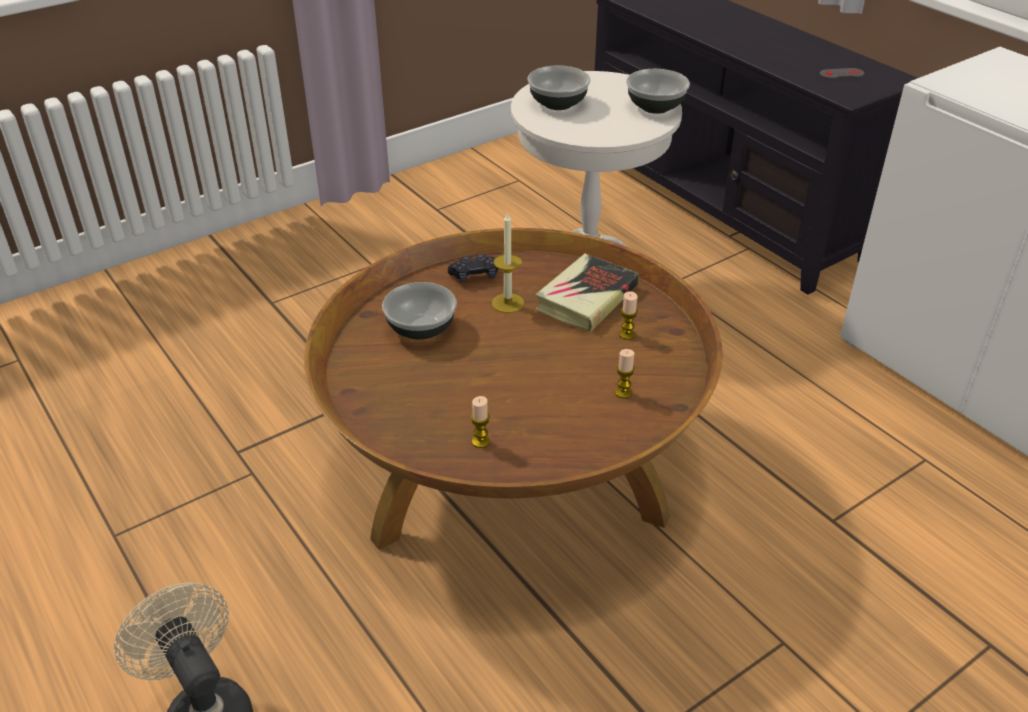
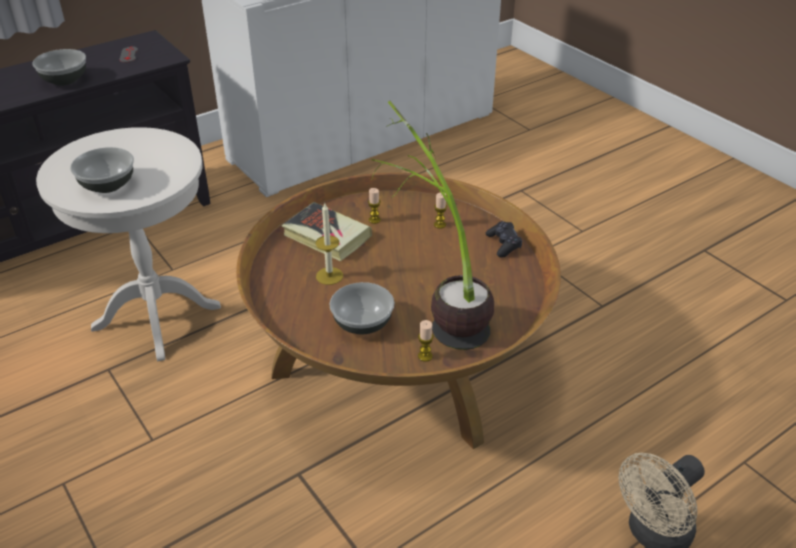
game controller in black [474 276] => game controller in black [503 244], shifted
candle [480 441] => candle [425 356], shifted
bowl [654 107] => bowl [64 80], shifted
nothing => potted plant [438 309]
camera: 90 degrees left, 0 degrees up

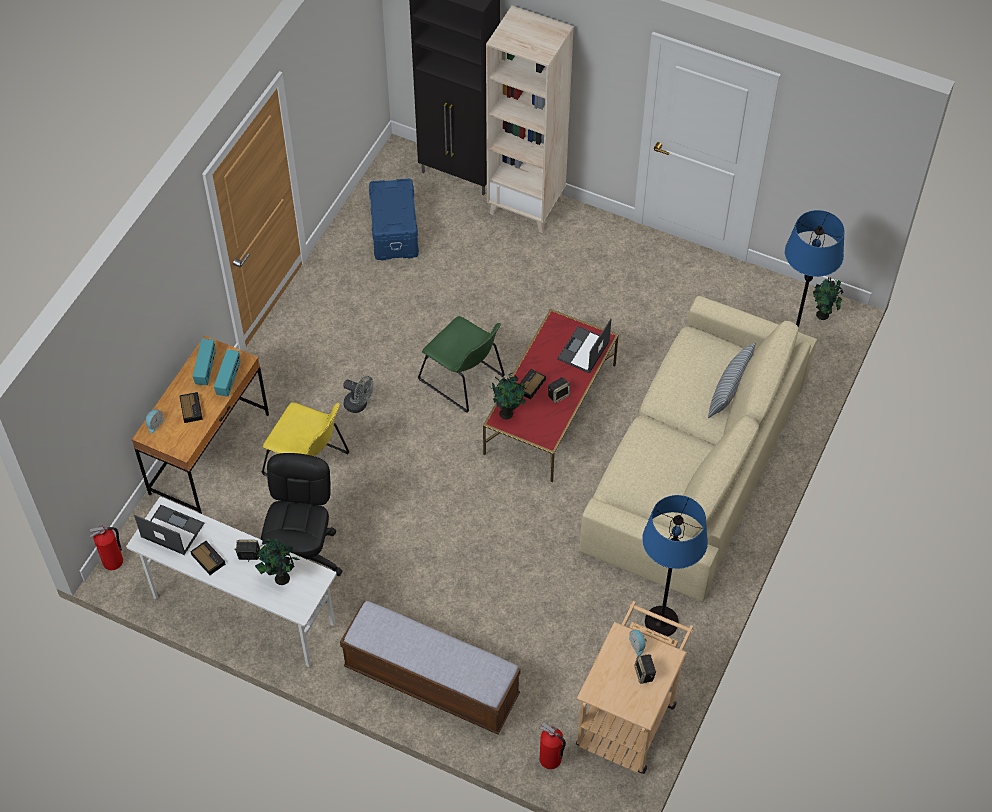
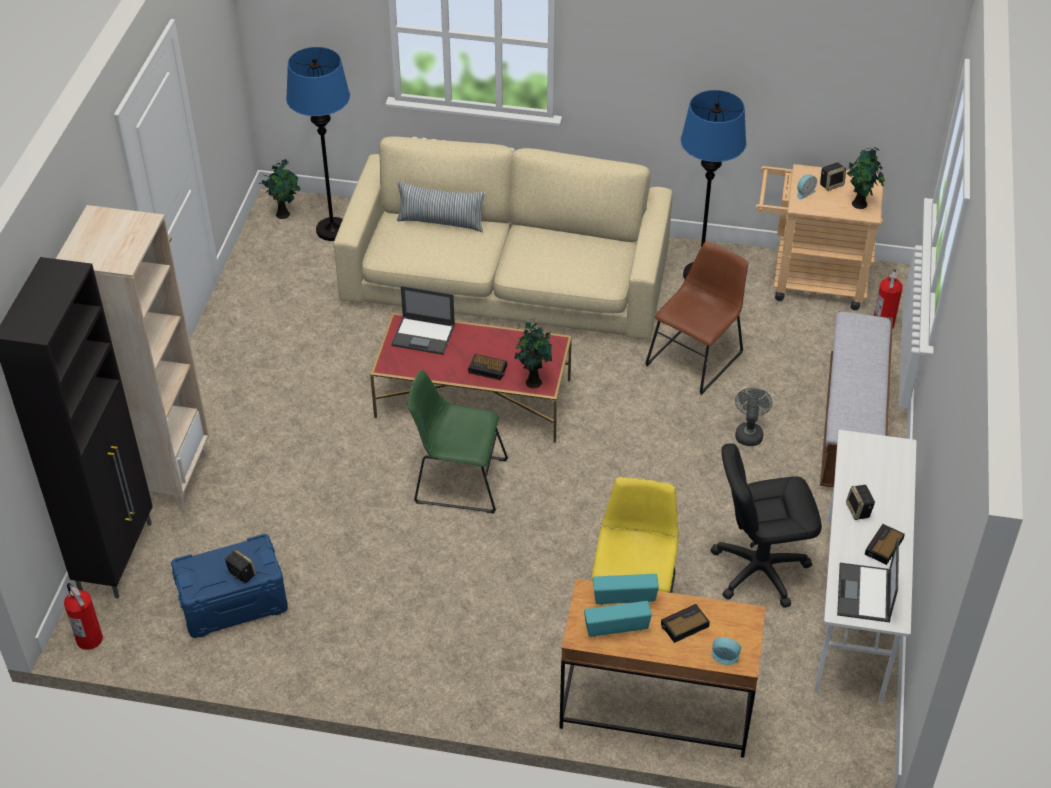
fire extinguisher [113 561] => fire extinguisher [90 638], shifted
potted plant [280 578] => potted plant [860 204], shifted
fan in grey [359 405] => fan in grey [749 432], shifted
chair in green [464 380] => chair in green [456 480], 105 degrees counterclockwise
speaker [558 395] => speaker [241 574], shifted
nothing => chair in brown [696 356]
camera: 105 degrees left, 10 degrees down

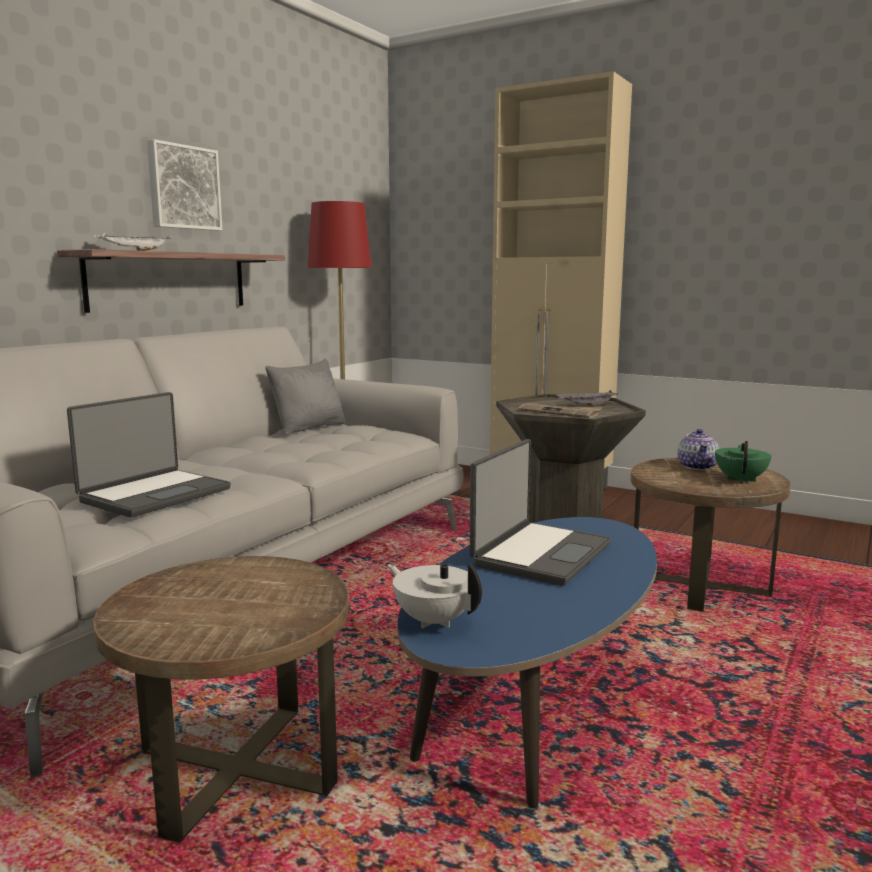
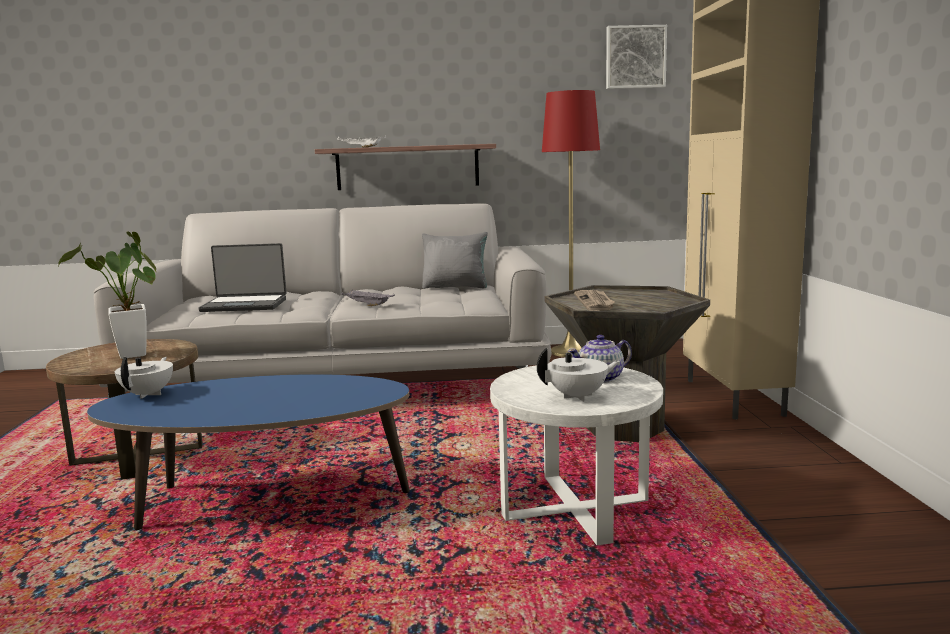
picture [183 187] => picture [635 57], shifted
laptop [539 554] => nothing
tray in grey [586 406] => tray in grey [367 305], shifted
side table in brown [699 585] => side table in white [575 509]
teapot in green [741 480] => teapot in white [578 396]
nothing => potted plant [132 356]
camera: 55 degrees right, 0 degrees up

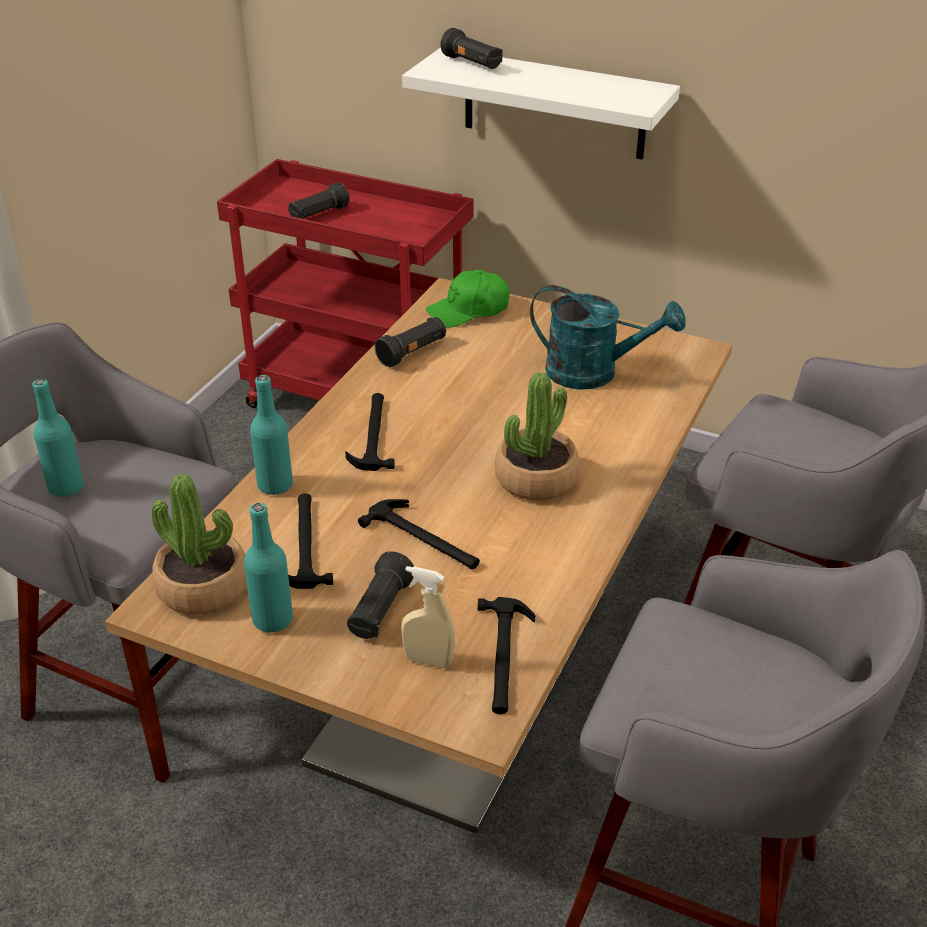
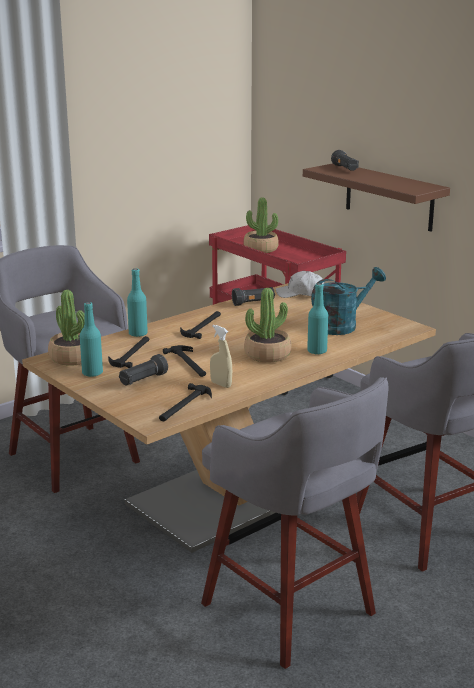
bottle in turquoise [66 487] => bottle in turquoise [317 351], shifted
flashlight in black [318 214] => potted plant [260 249]
spray bottle in beige [428 661] => spray bottle in beige [221 384], shifted
shelf in white [554 104] => shelf in brown [389 197]
cap in green [469 311] => cap in white [300 293]
watering can in turquoise [594 373] => watering can in turquoise [342 326], 75 degrees counterclockwise
camera: 25 degrees right, 15 degrees down

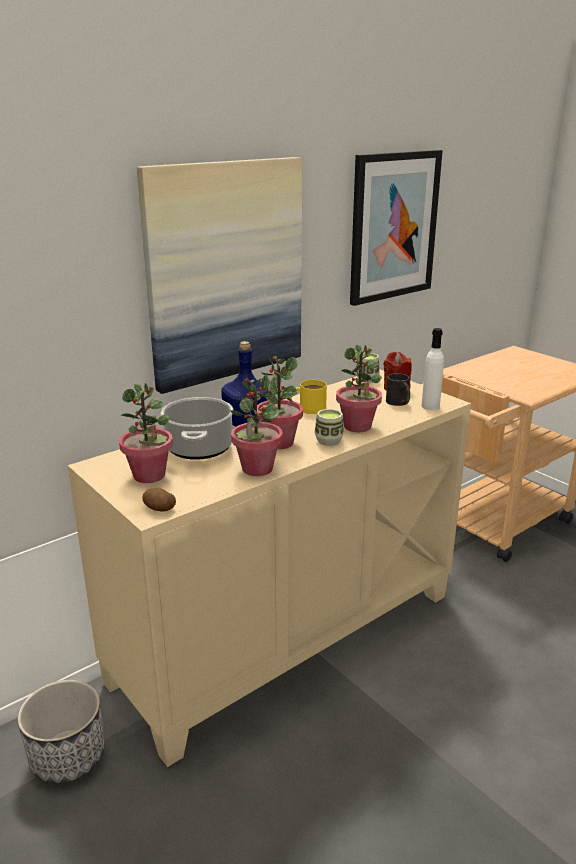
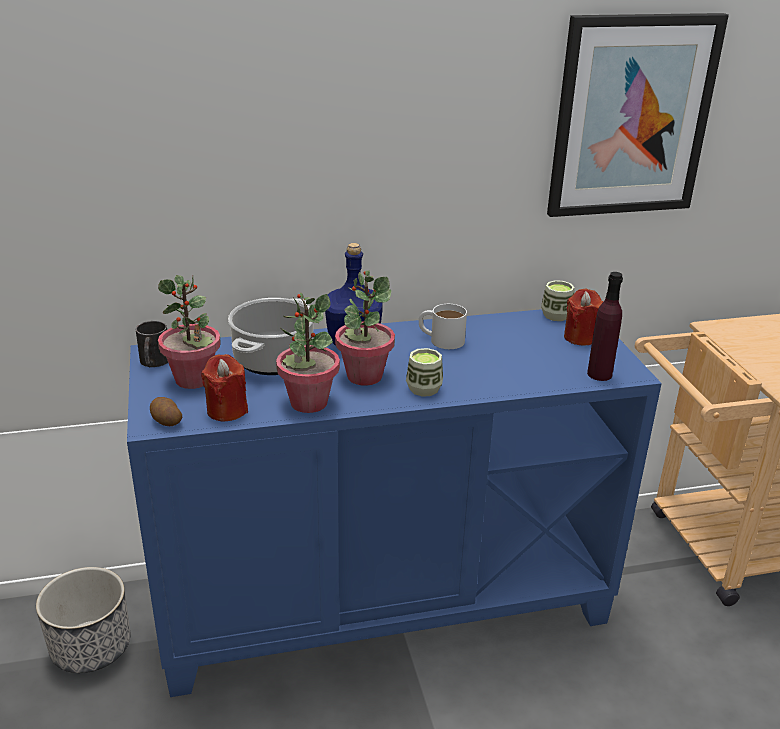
cabinet in beige [286 635] => cabinet in blue [383 602]
picture [225 272] => nothing
mug in yellow [307 408] => mug in white [441 339]
potted plant [357 426] => nothing
mug in black [399 403] => mug in black [153 363], shifted
bottle in white [430 406] => bottle in purple [599 374]
nothing => candle in red [227 410]
camera: 25 degrees right, 5 degrees up

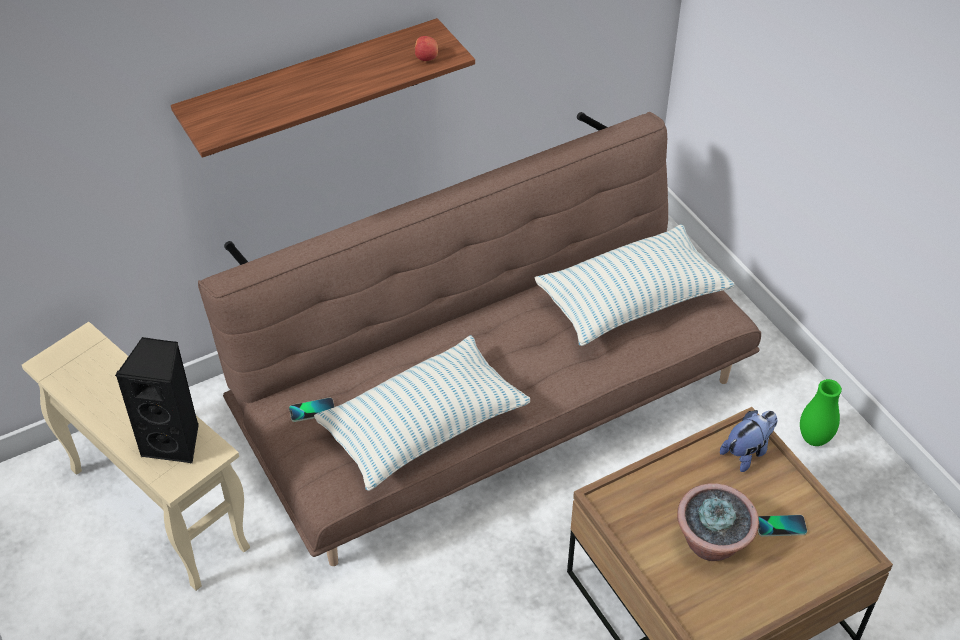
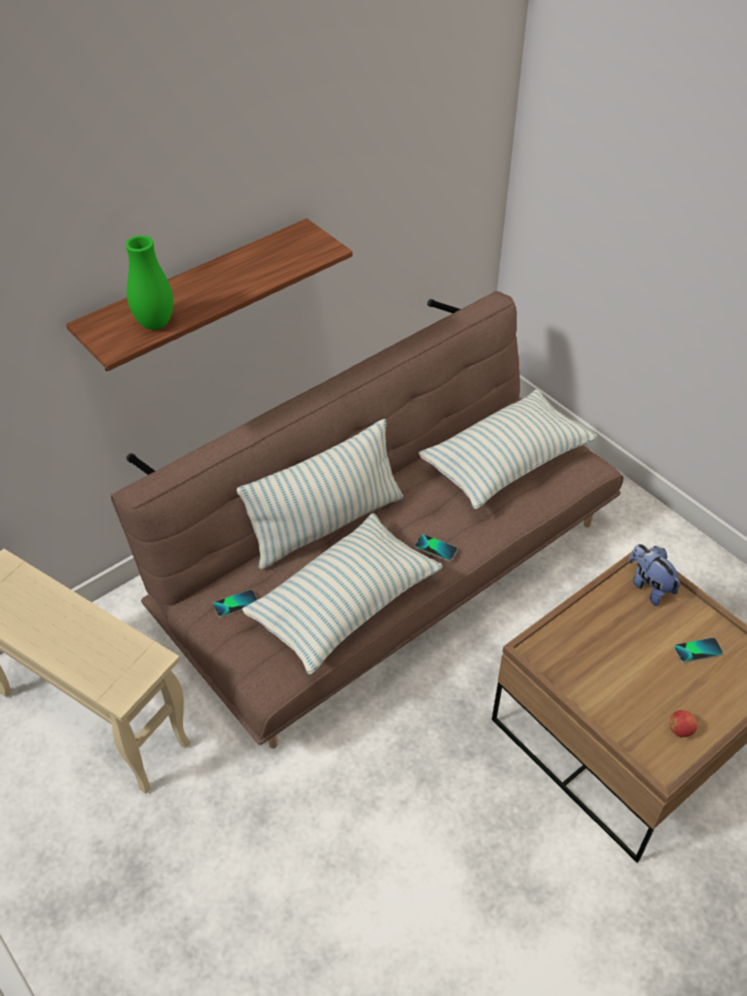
speaker in black [174 441] => nothing
apple [426 58] => apple [680 729], shifted
potted plant [712 543] => nothing
plush toy [747 452] => plush toy [649 586], 75 degrees counterclockwise
vase in green [814 439] => vase in green [155 324], shifted
nothing => pillow [326 524]
nothing => phone [436 548]
camera: 10 degrees left, 0 degrees up

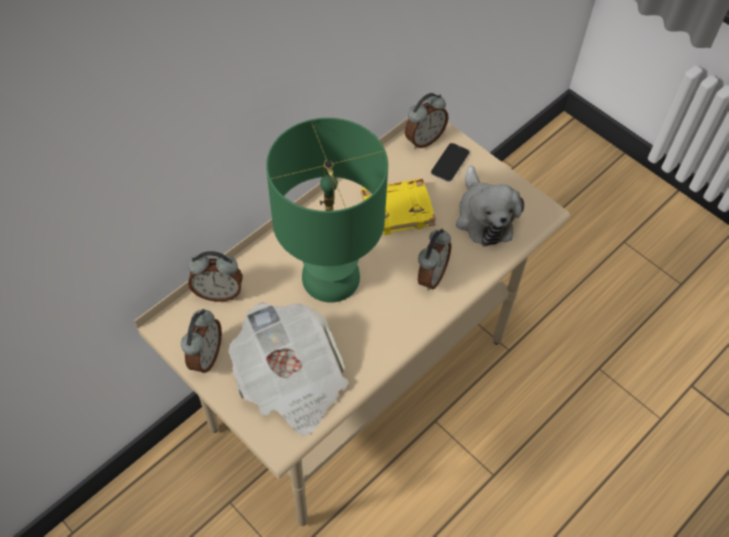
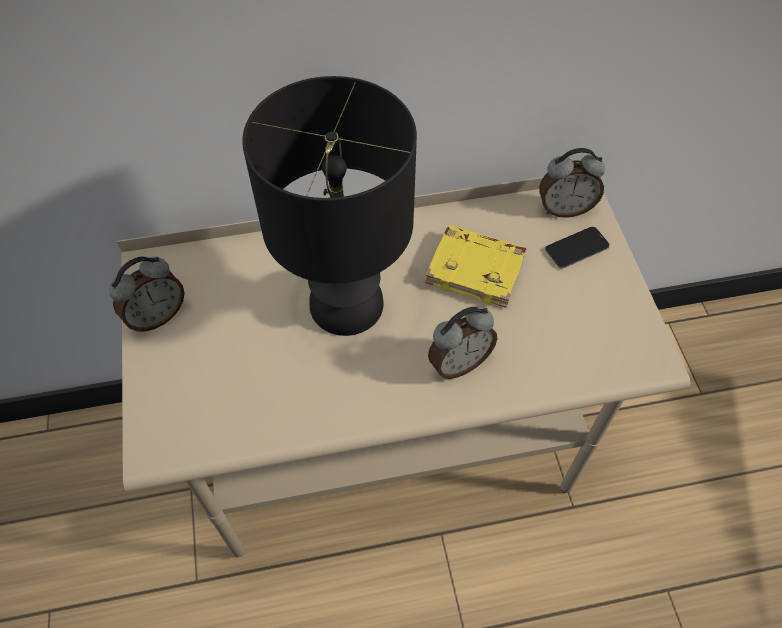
alarm clock [218 292] => nothing
newspaper [291 382] => nothing
table lamp in green [329 278] => table lamp in black [344 304]
plush toy [483 216] => nothing
camera: 35 degrees right, 0 degrees up

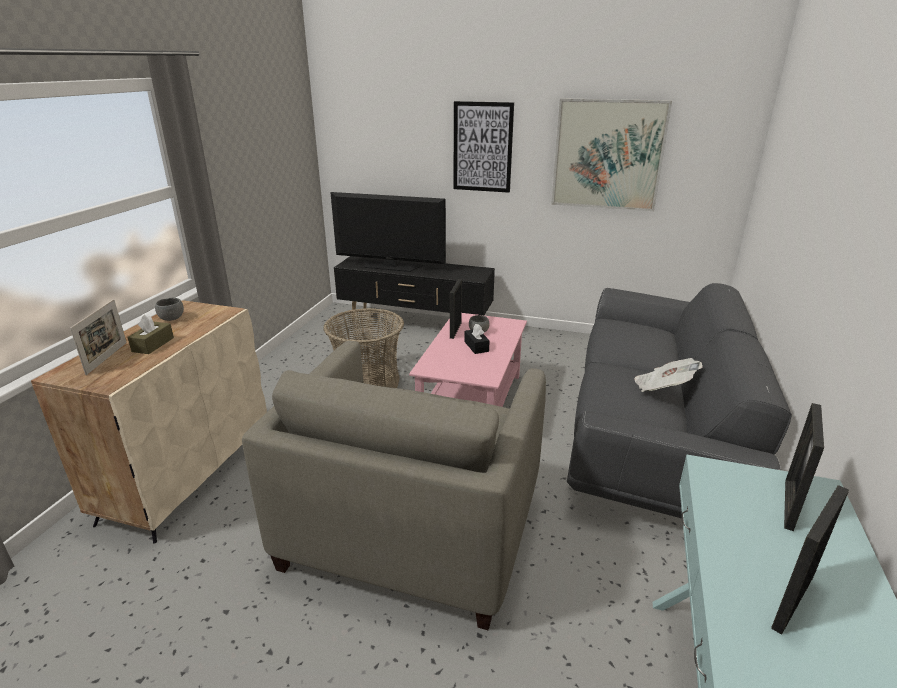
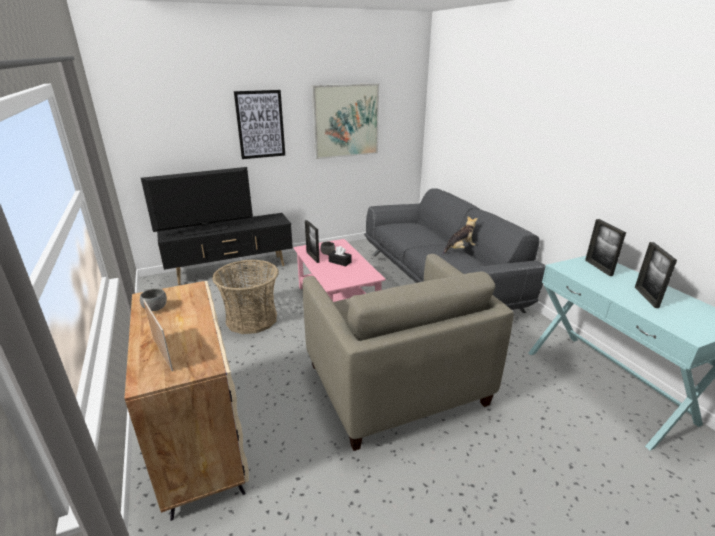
tissue box in brown [153 344] => nothing
newspaper [663 388] => plush toy [459 249]
camera: 40 degrees left, 0 degrees up

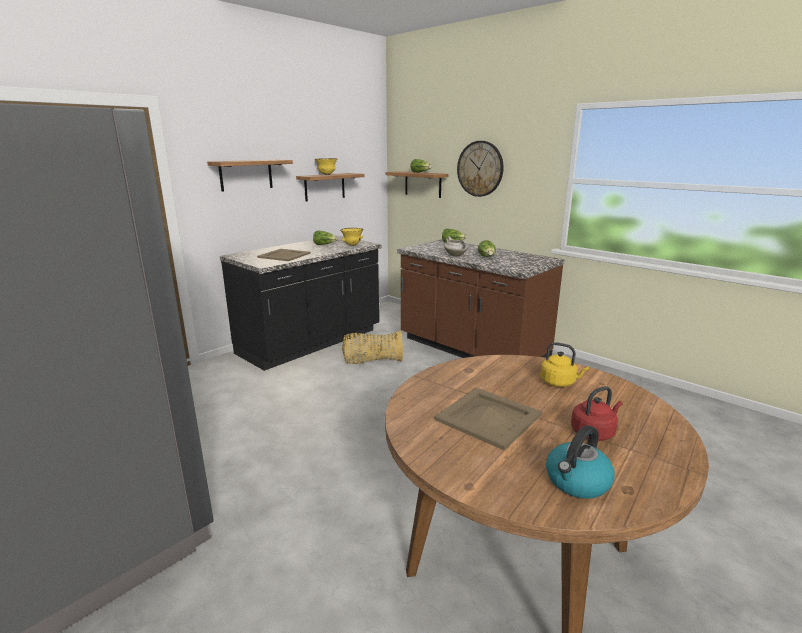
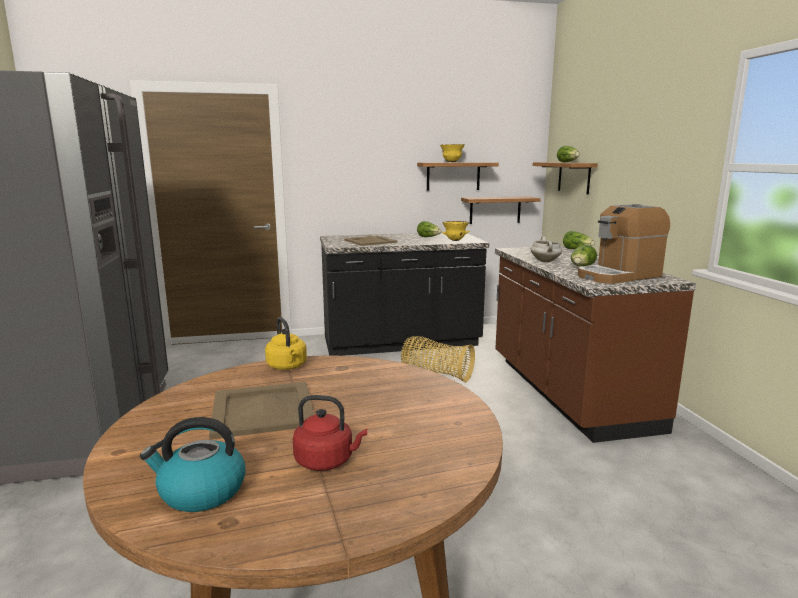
shelf [246 175] => shelf [495 210], shifted
wall clock [480 169] => nothing
kettle in yellow [559 382] => kettle in yellow [287 366], shifted
nothing => coffee machine [619 276]
camera: 35 degrees right, 5 degrees down

